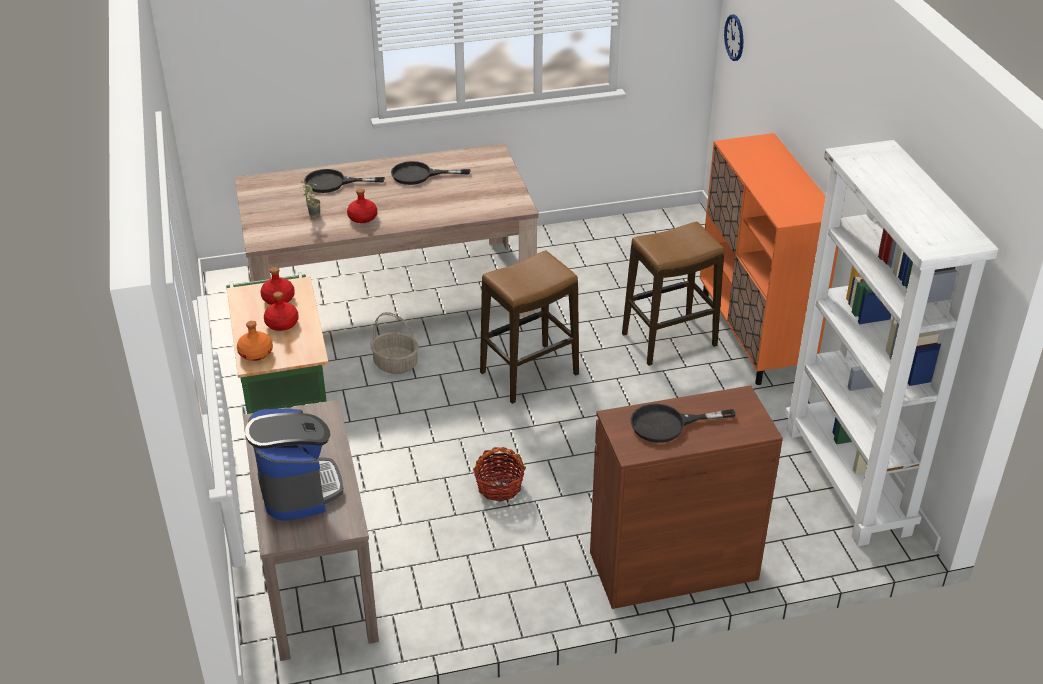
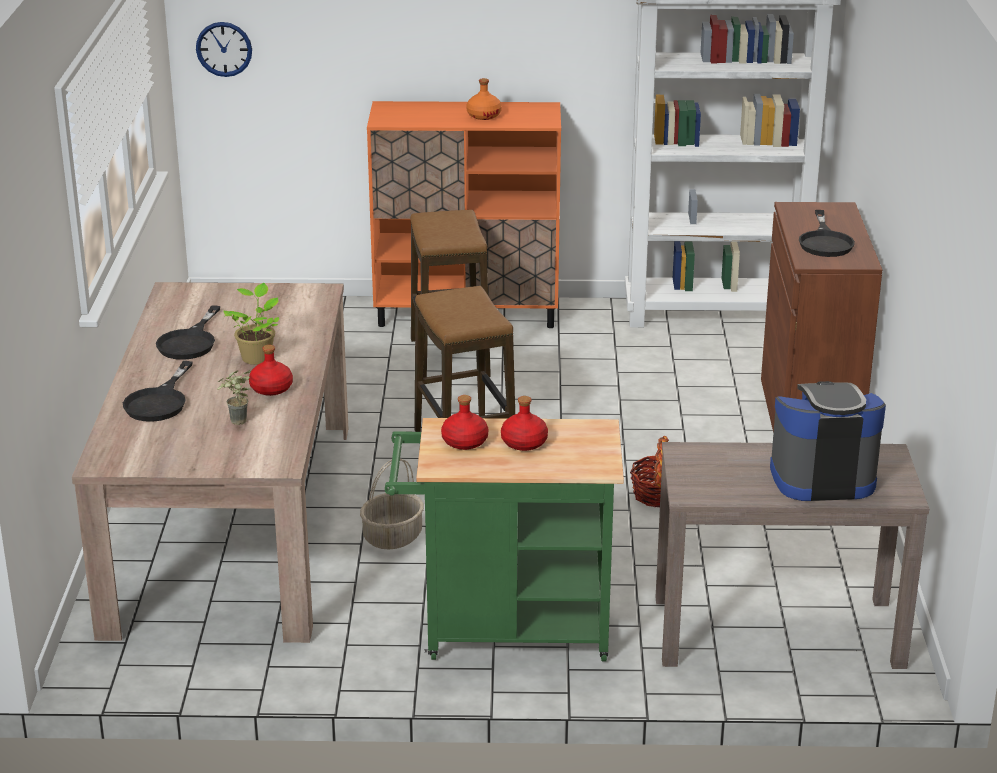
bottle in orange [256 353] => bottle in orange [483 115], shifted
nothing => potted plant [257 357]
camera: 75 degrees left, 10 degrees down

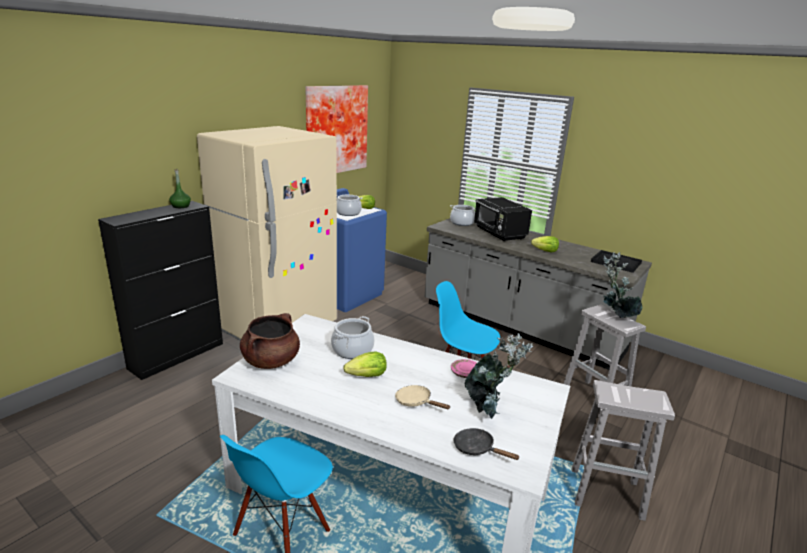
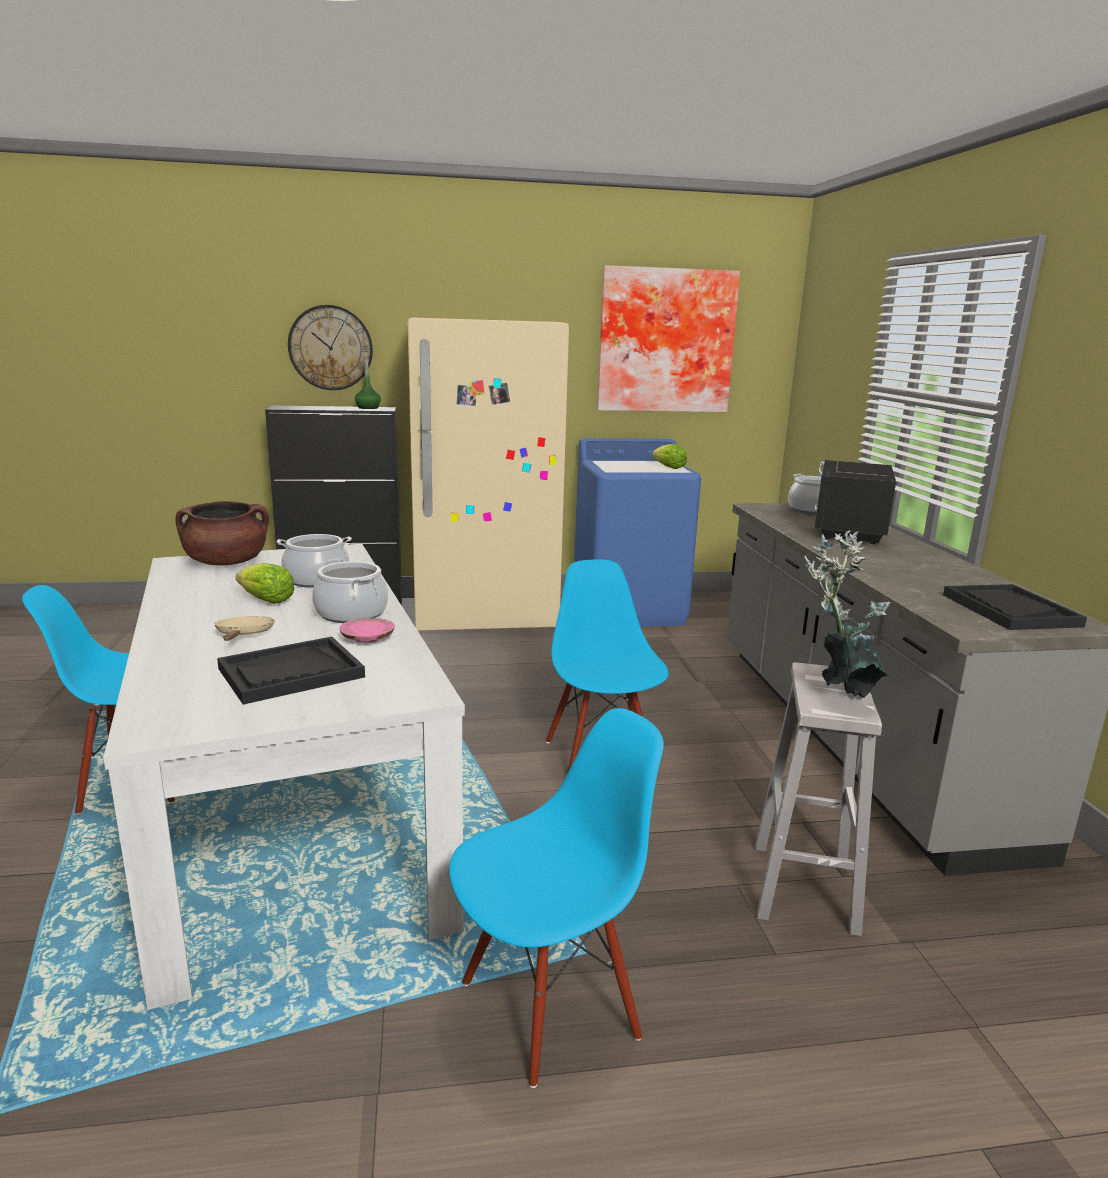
cooking pot [348 213] => cooking pot [351 613], shifted
frying pan in black [477 449] => nothing
potted plant [488 409] => tray in black [291 673]
lettuce [545 251] => nothing
stool in white [607 493] => chair in blue [549 1006]
nothing => wall clock [330 348]
camera: 45 degrees right, 5 degrees down

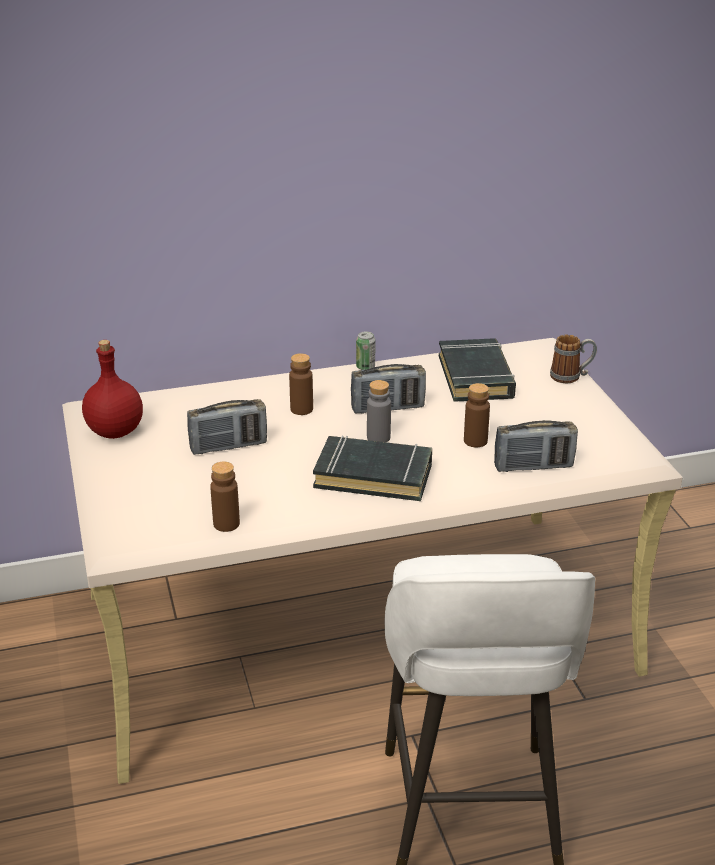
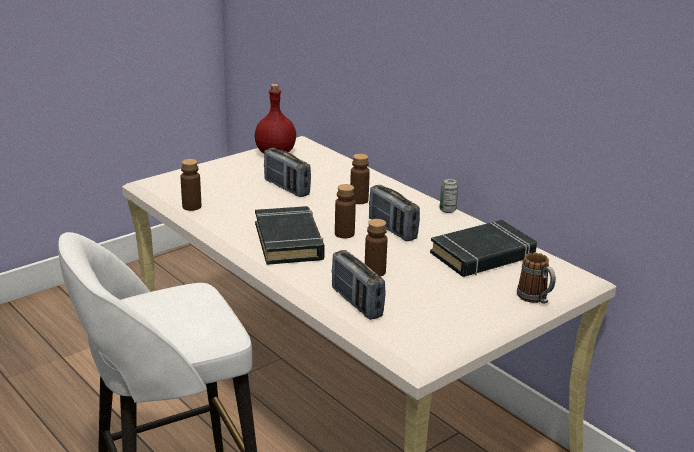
bottle in grey [378 437] => bottle in brown [344 234]
camera: 65 degrees right, 5 degrees down

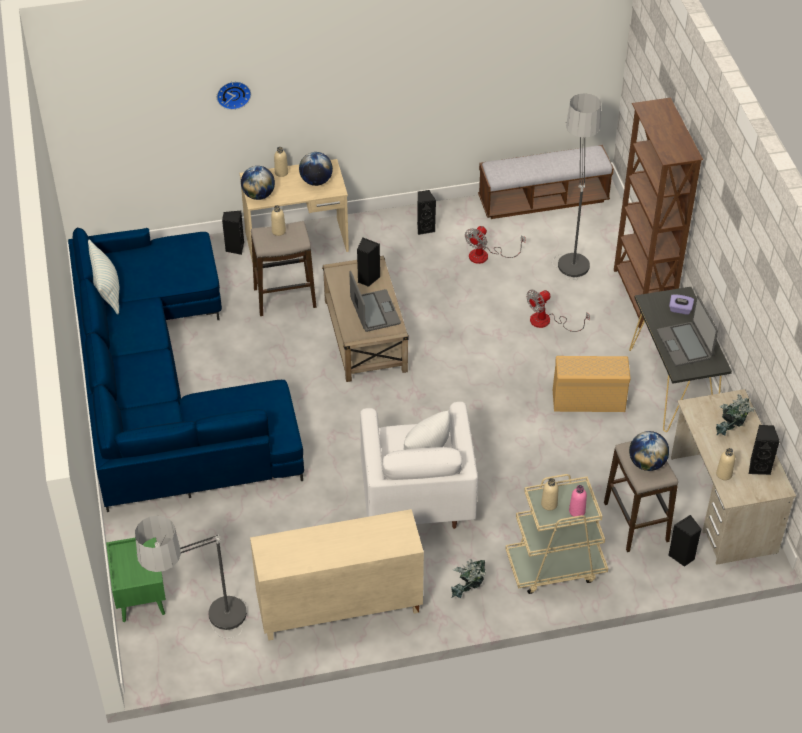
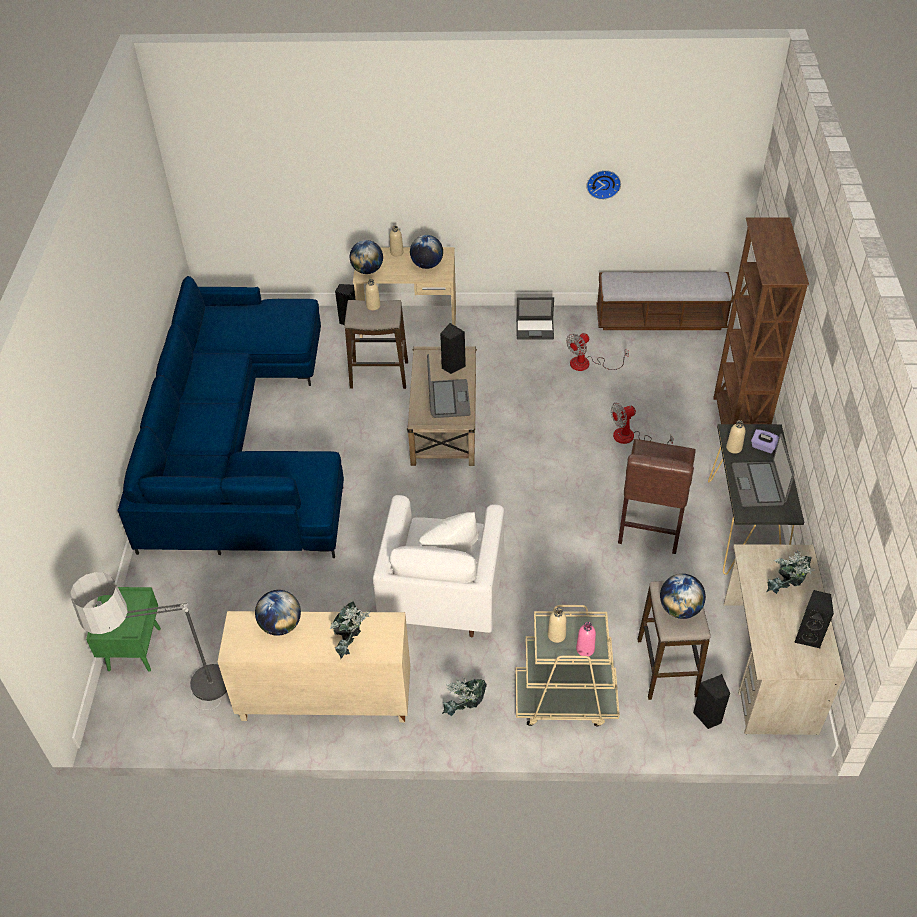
pillow [107 290] => nothing
wall clock [233 93] => wall clock [603 183], shifted
speaker in black [425 228] => laptop [535 329]
floor lamp [571 249] => nothing
storage box in beige [587 401] => chair in brown [649 527]
bottle in beige [724 474] => bottle in beige [734 448], shifted
nothing => globe [280 625]
nothing => potted plant [351 643]
camera: 15 degrees right, 0 degrees up

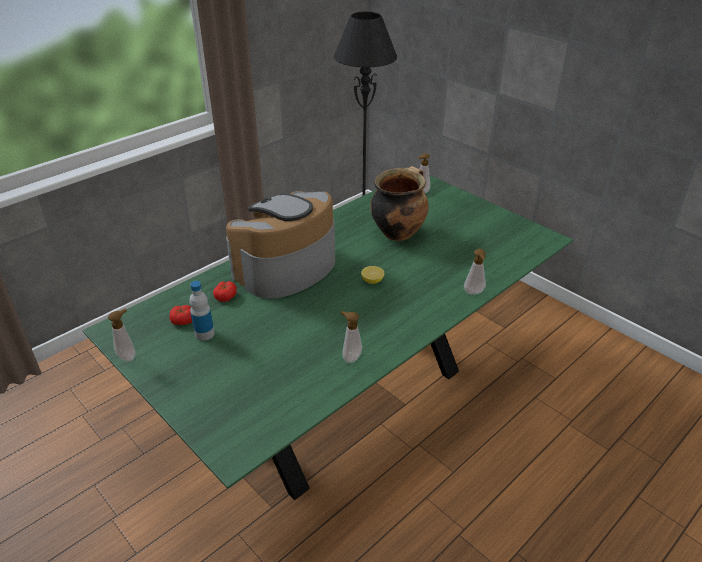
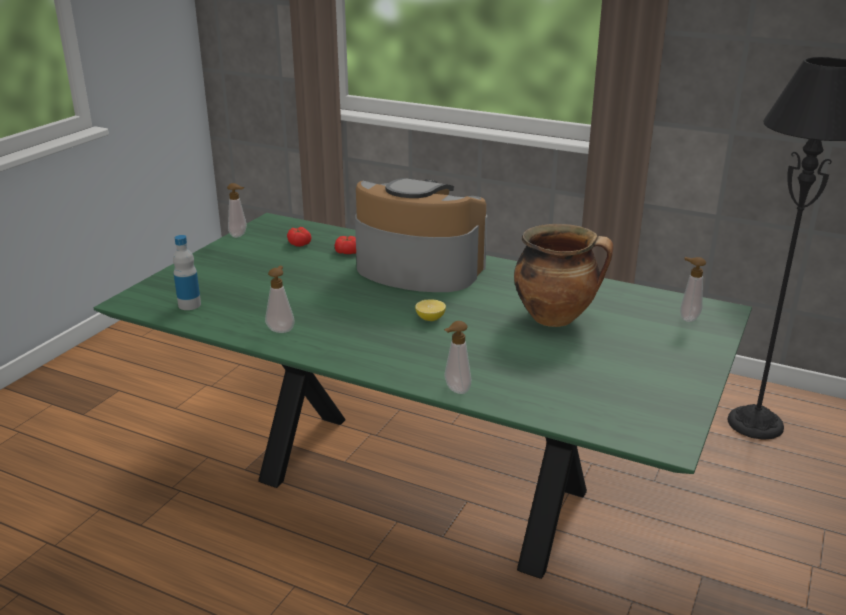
bottle [204 334] => bottle [189 305], shifted
camera: 70 degrees right, 10 degrees down

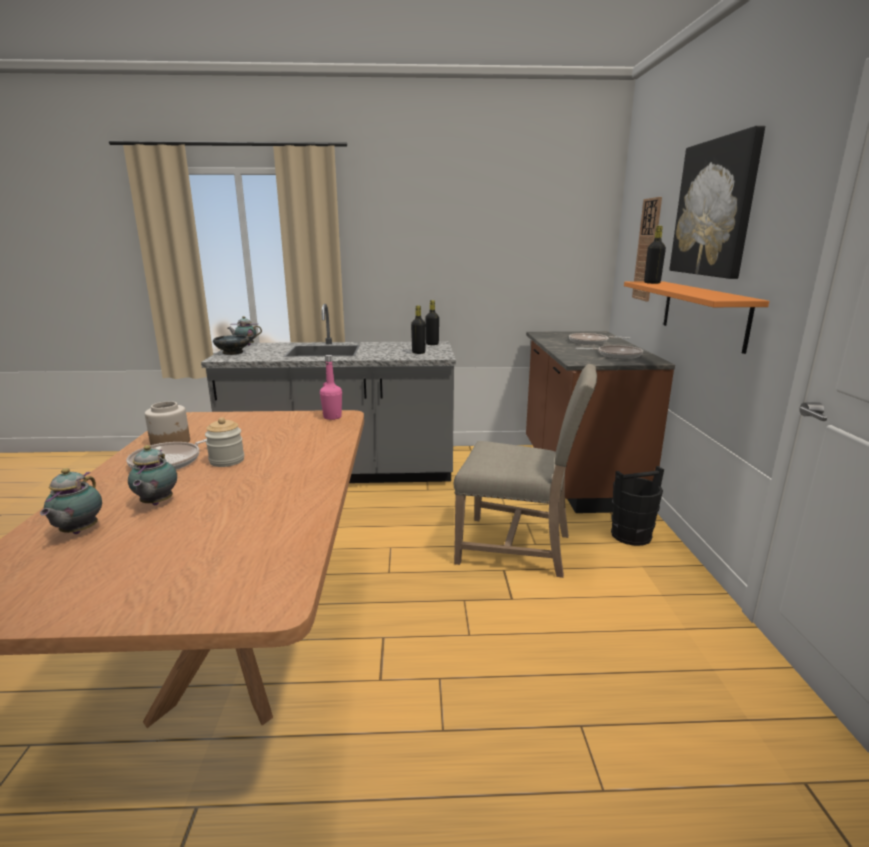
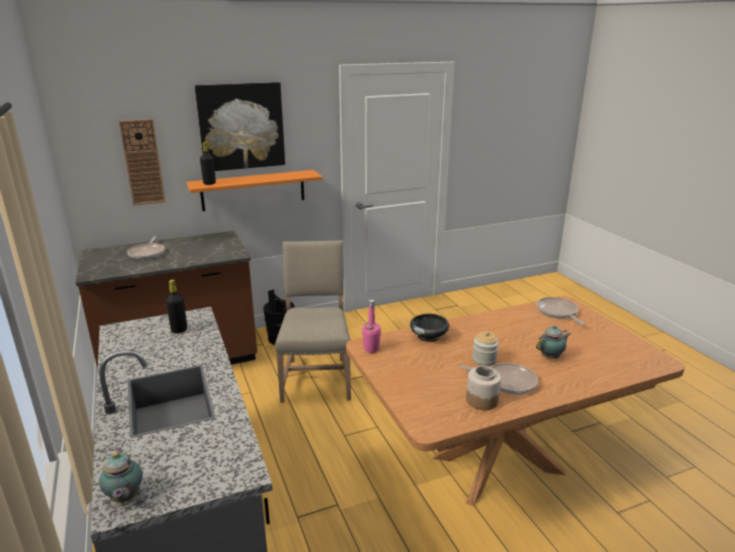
teapot [78 532] => nothing
bowl in black [232 353] => bowl in black [429 336], shifted
bottle in black [432 344] => nothing
frying pan [616 355] => frying pan [558 312], shifted
camera: 110 degrees left, 5 degrees up

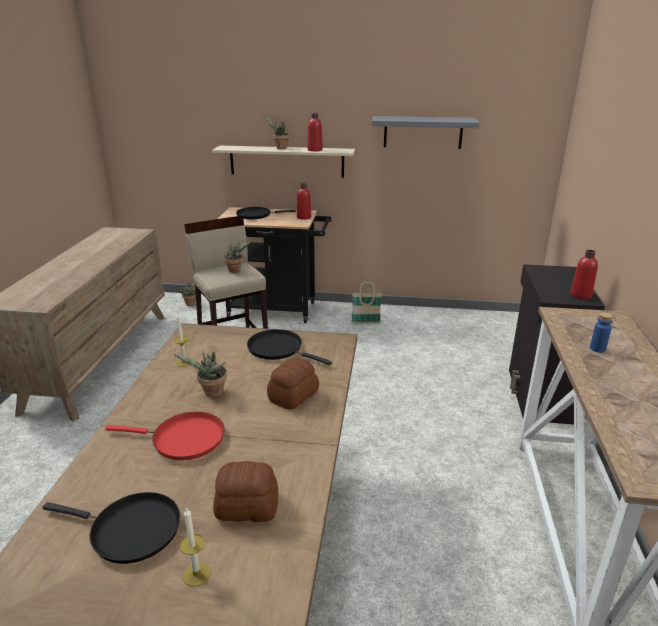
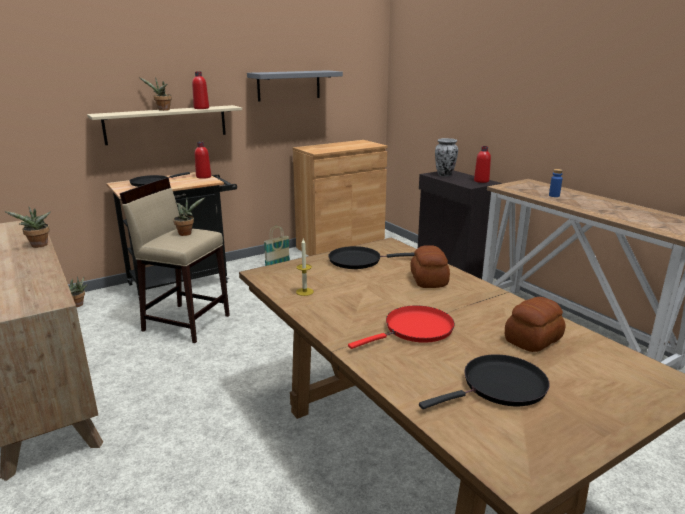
potted plant [211 394] => potted plant [38 246], shifted
candle [196 574] => nothing
nothing => cabinet in brown [340 246]
nothing => vase [445 175]
camera: 40 degrees left, 5 degrees down

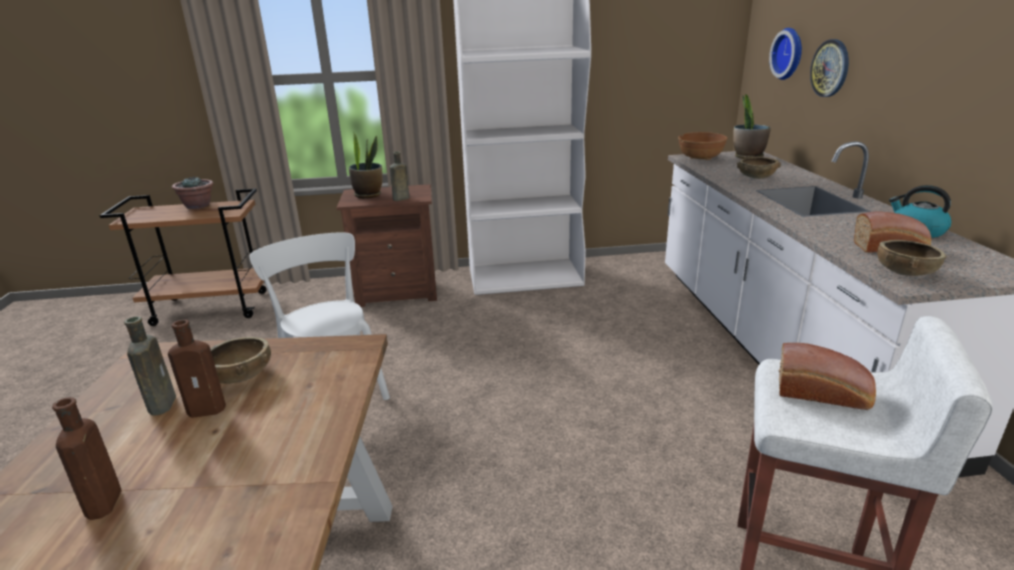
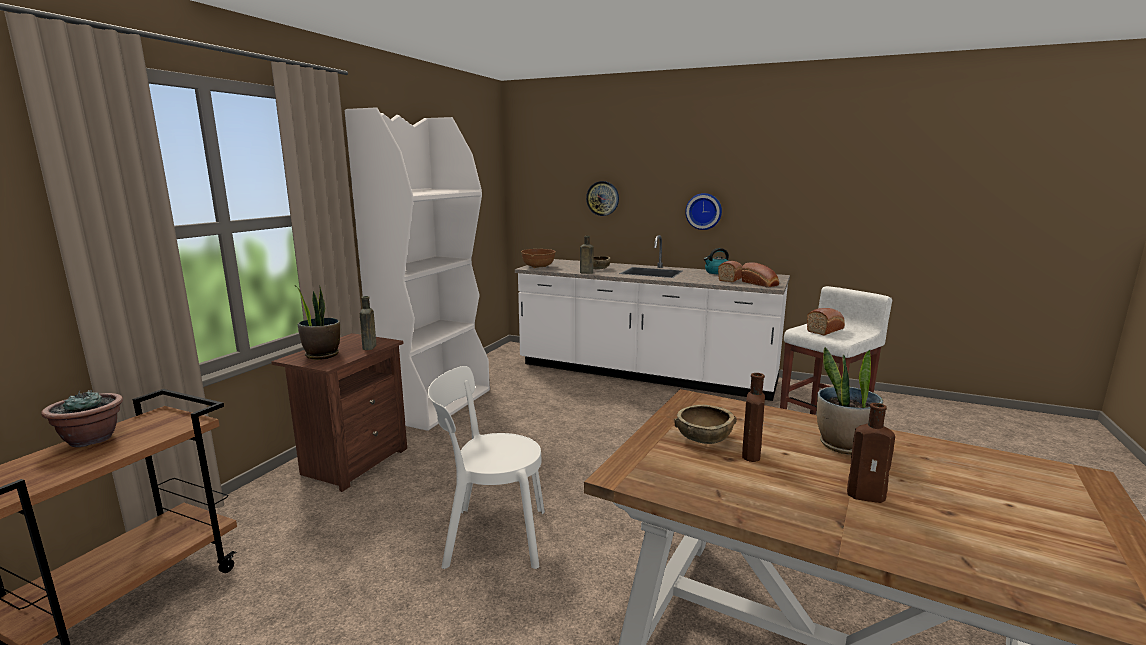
bottle in brown [162 403] => bottle in brown [585 273], shifted
potted plant [747 157] => potted plant [844 445], shifted
wall clock [789 53] => wall clock [704 211], shifted
bowl in brown [904 272] => bread [760 284]
camera: 60 degrees left, 10 degrees down

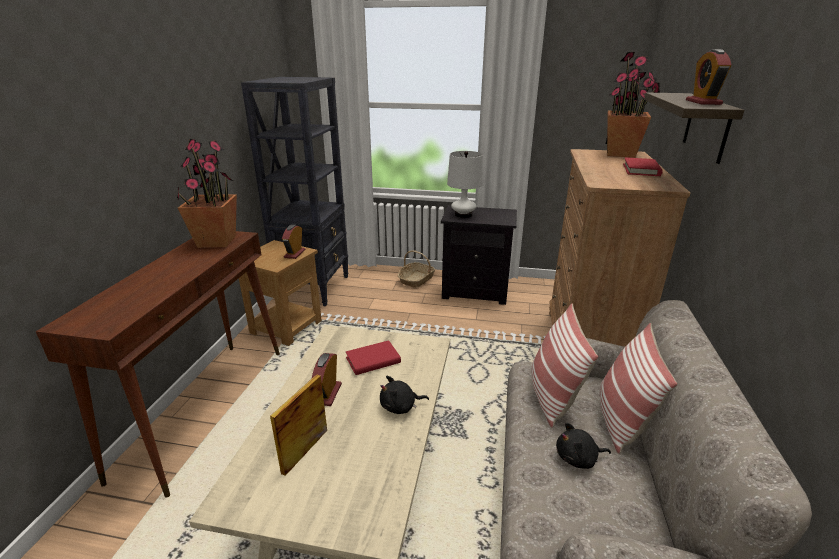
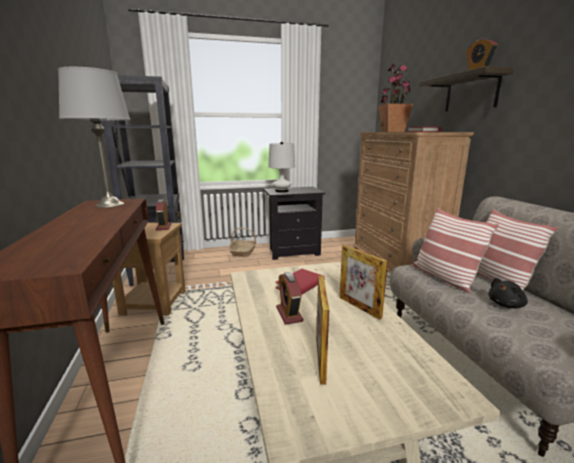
potted plant [216 241] => table lamp in grey [110 205]
plush toy in black [400 407] => picture frame [359 307]
camera: 25 degrees left, 10 degrees down

